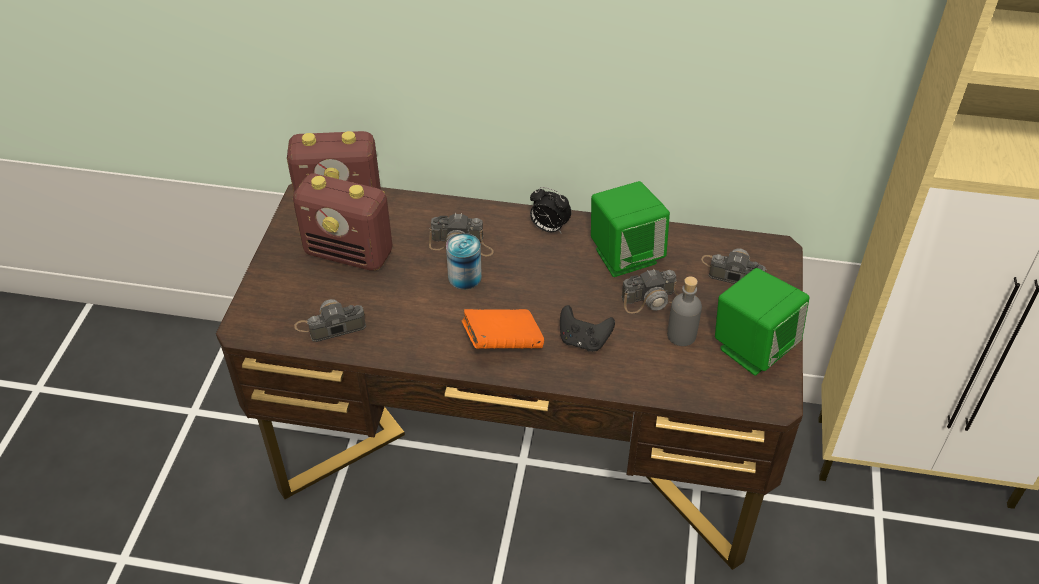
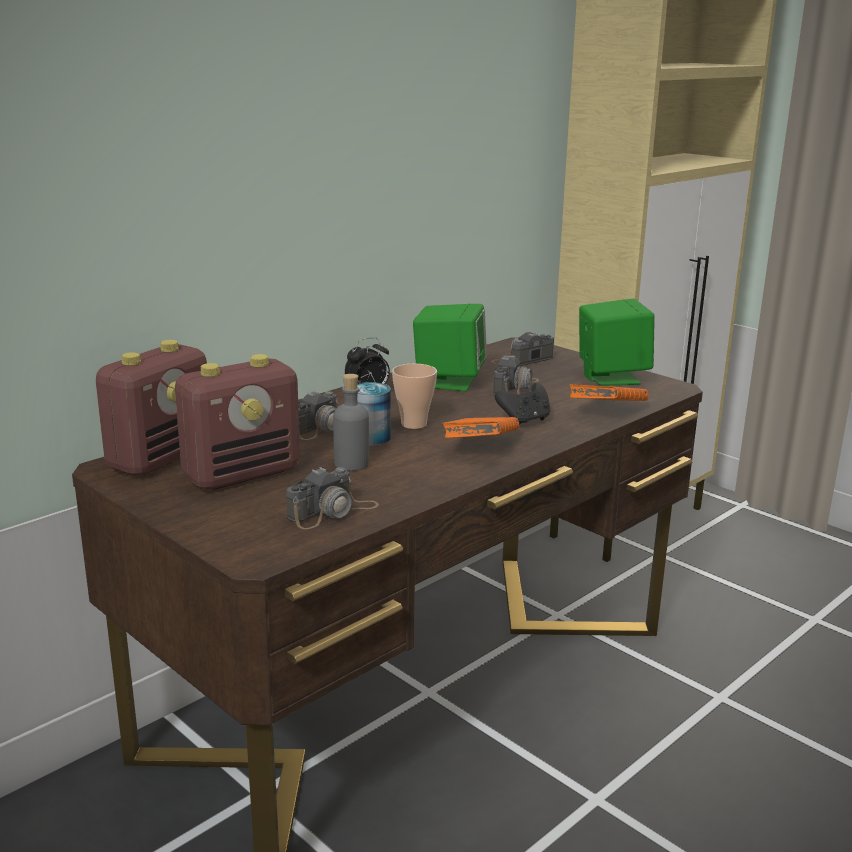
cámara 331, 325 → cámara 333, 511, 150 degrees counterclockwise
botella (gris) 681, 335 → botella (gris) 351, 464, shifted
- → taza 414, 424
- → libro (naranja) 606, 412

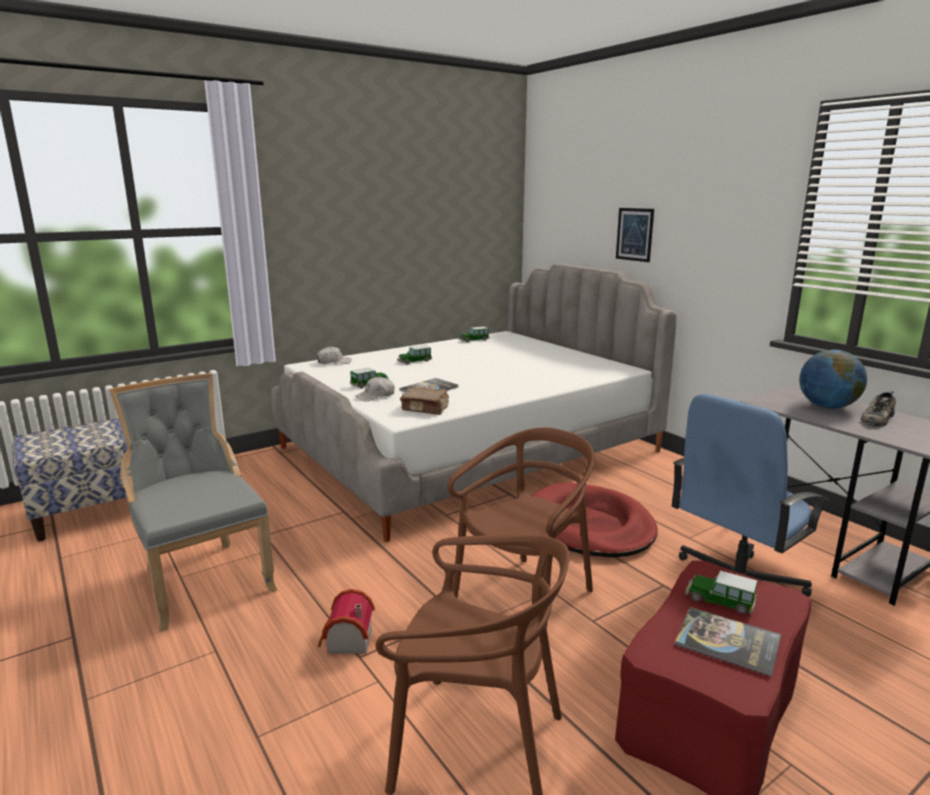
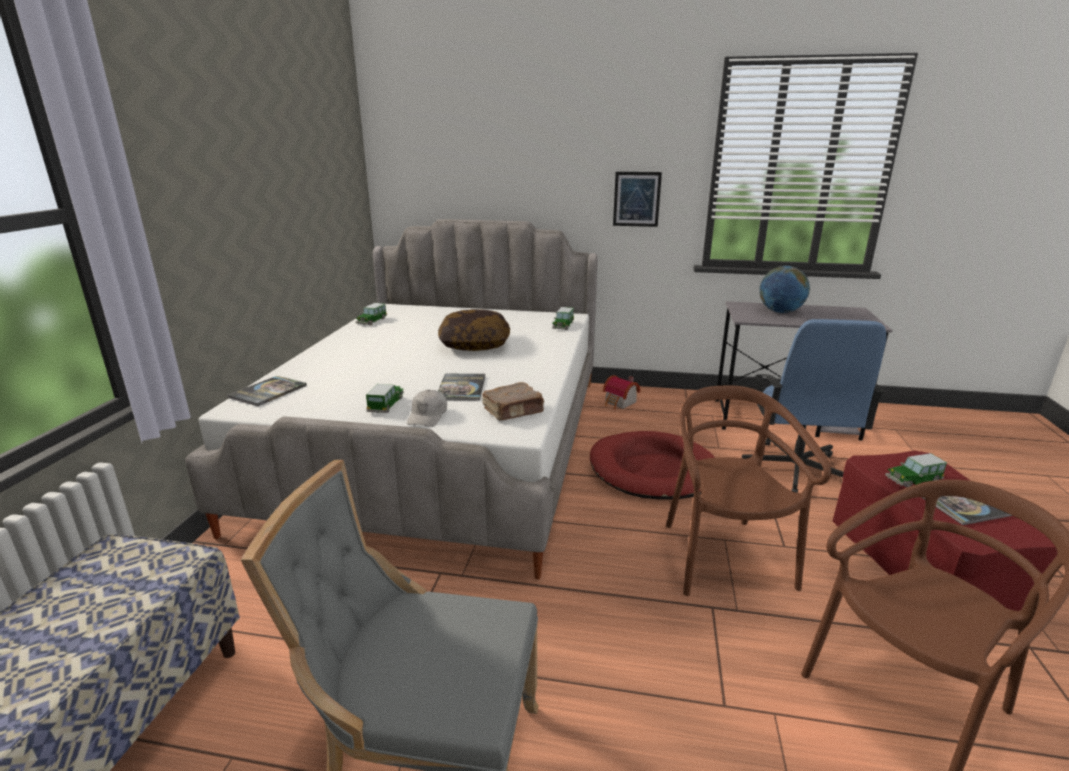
gorra (blanco) 334, 362 → libro 268, 392
casita 346, 641 → casita 620, 403, shifted
coche de juguete 414, 361 → coche de juguete 563, 326, shifted
cuadro 634, 234 → cuadro 636, 199, shifted
zapato 876, 418 → -
- → cojín 474, 344

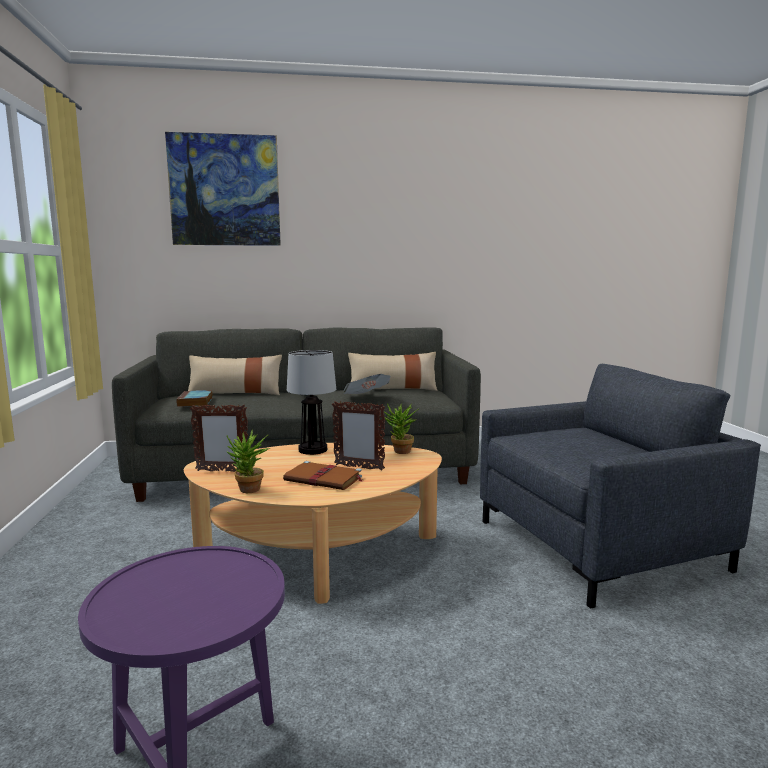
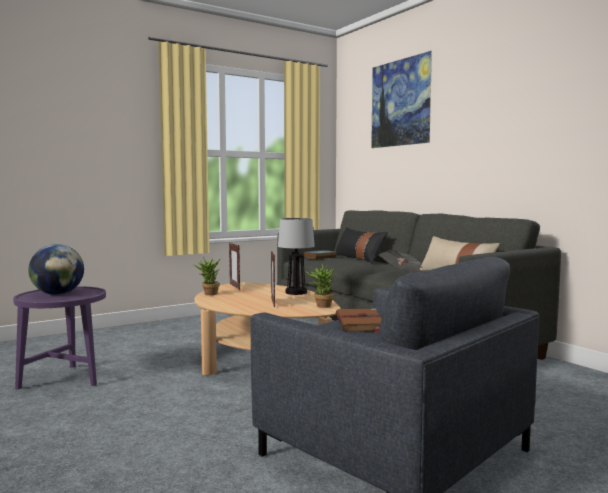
cojín (beis) 235, 393 → cojín (negro) 358, 259
libro (marrón) 324, 479 → libro (marrón) 360, 323, shifted
- → globo terráqueo 58, 294

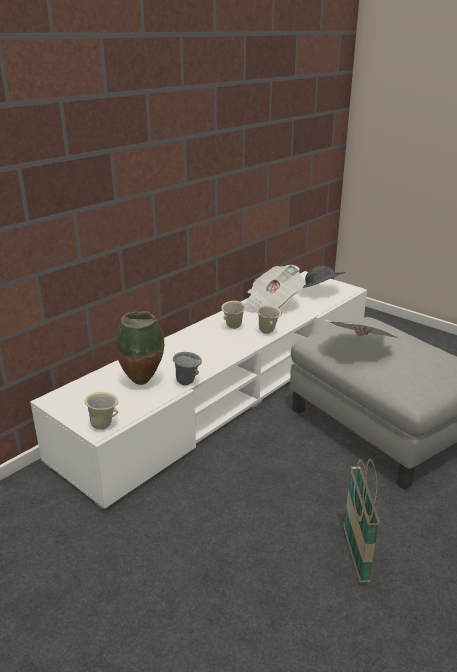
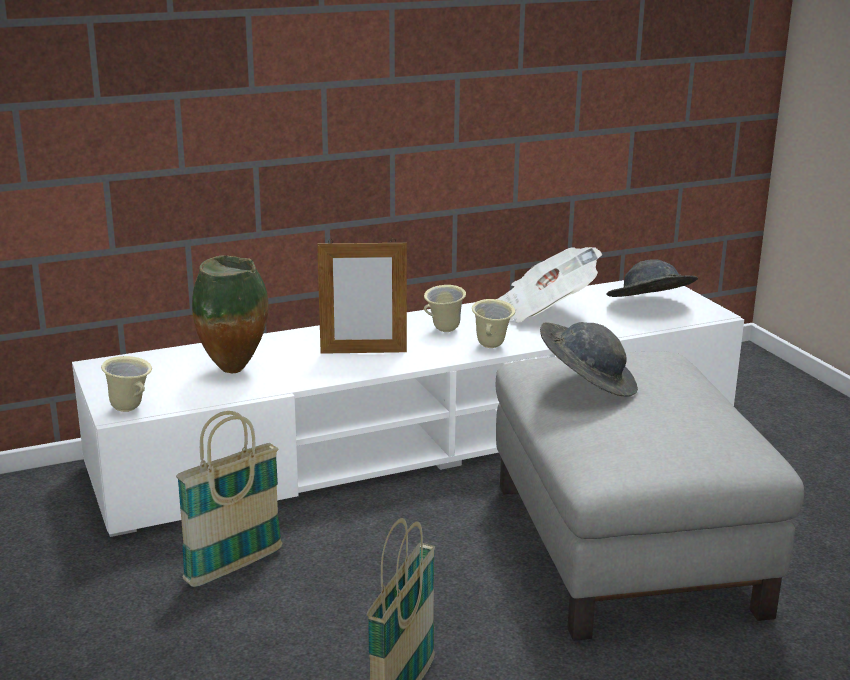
taza grande (gris) 188, 382 → -
periódico 360, 347 → sombrero (gris) 586, 384
- → cesta 234, 566
- → portarretratos 363, 352

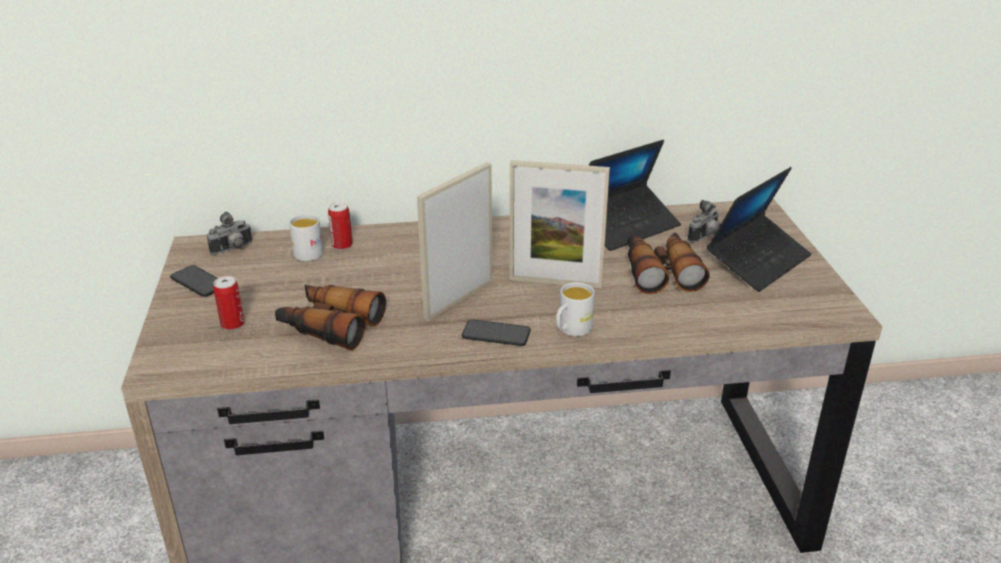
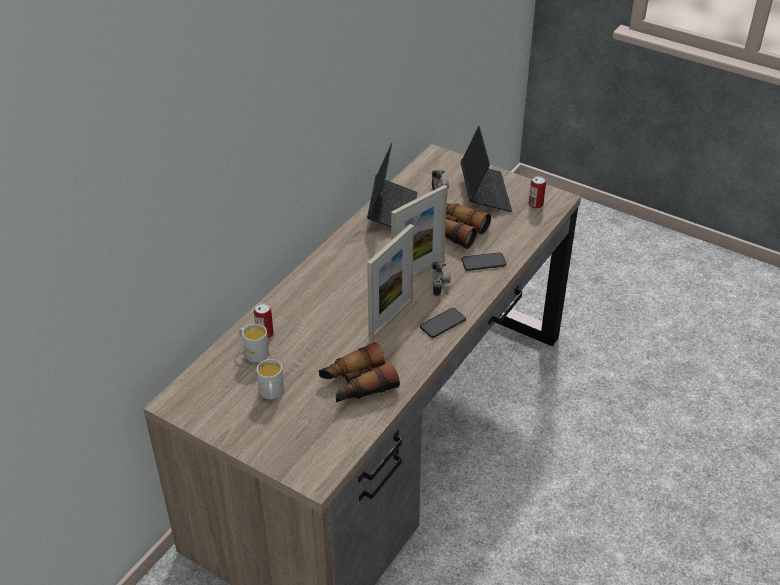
móvil 198, 282 → móvil 483, 262, shifted
cámara 233, 249 → cámara 440, 286, shifted
lata 232, 324 → lata 535, 205, shifted
portarretratos 459, 299 → portarretratos 391, 318, 135 degrees counterclockwise
taza grande (blanco) 571, 330 → taza grande (blanco) 271, 394, shifted

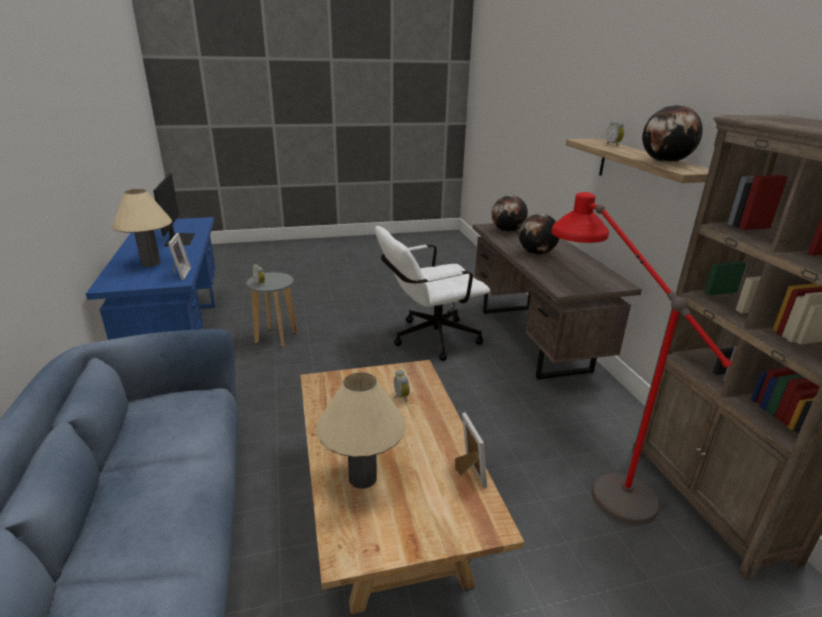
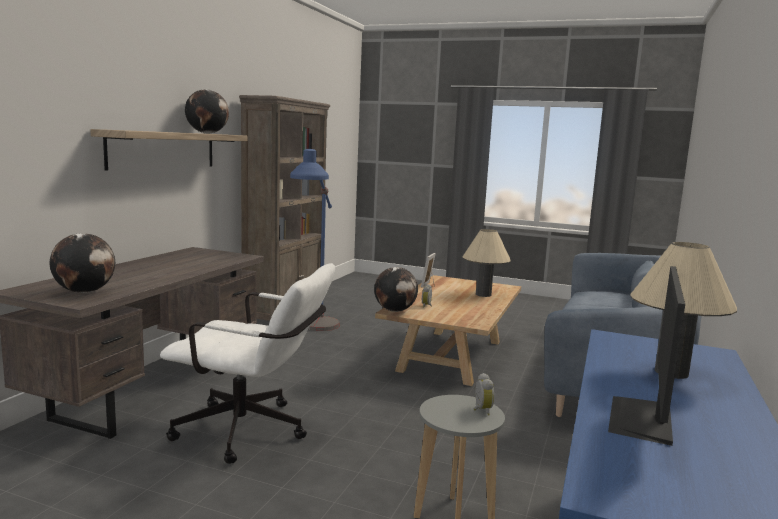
portarretratos 180, 274 → -
globo terráqueo 536, 253 → globo terráqueo 395, 310, shifted
lámpara de pie (rojo) 589, 471 → lámpara de pie (azul) 315, 333
despertador 614, 145 → -

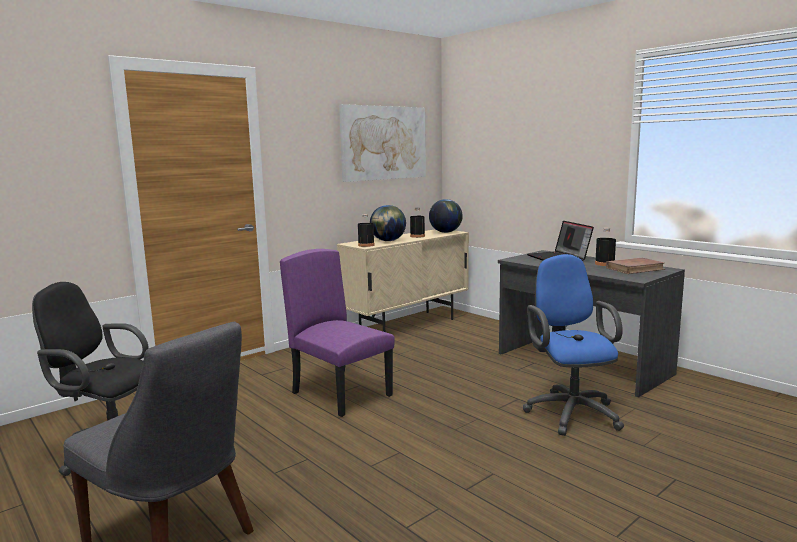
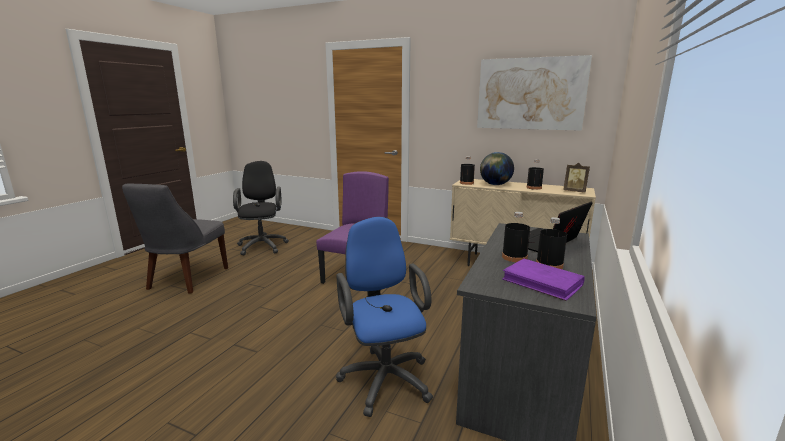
globo terráqueo 445, 232 → portarretratos 574, 191
silla de oficina (azul) 570, 411 → silla de oficina (azul) 384, 376, 75 degrees counterclockwise
libro (marrón) 635, 269 → libro (morado) 542, 282
- → botella (negro) 514, 257

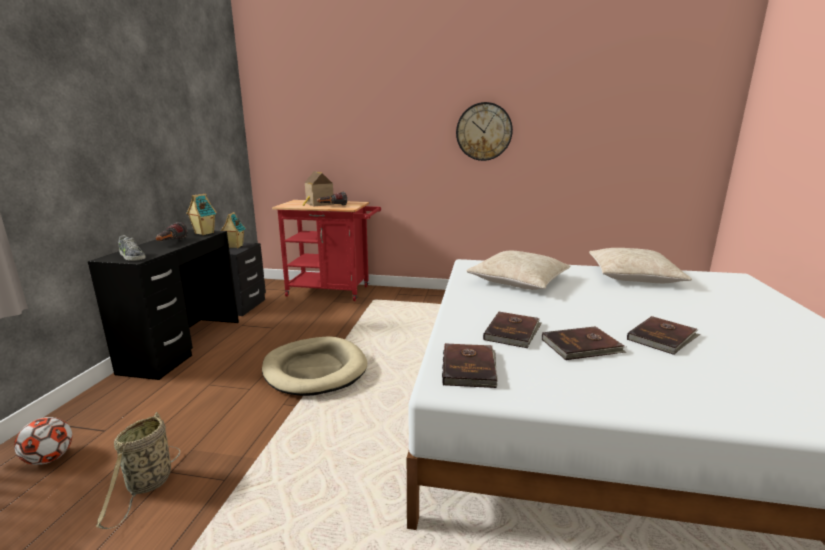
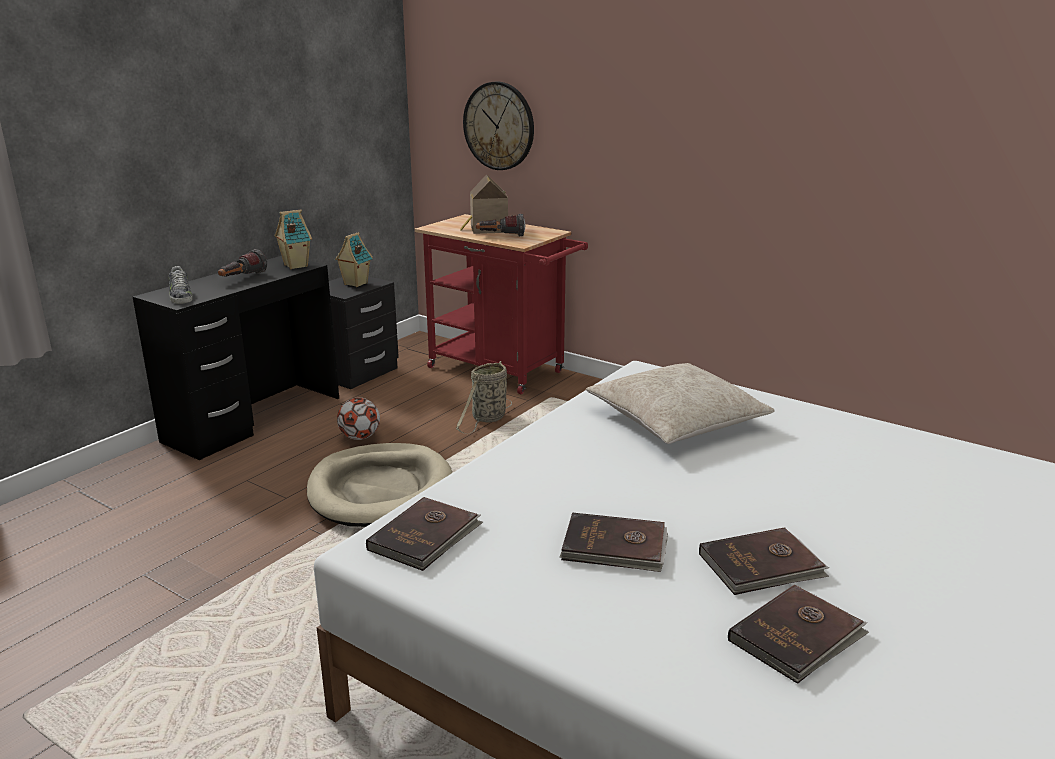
balón de fútbol 49, 458 → balón de fútbol 360, 437, shifted
cesta 148, 485 → cesta 487, 419, shifted
reloj de pared 484, 131 → reloj de pared 499, 126, shifted
libro (marrón) 513, 332 → libro (marrón) 797, 637, shifted
cojín (beis) 633, 276 → -

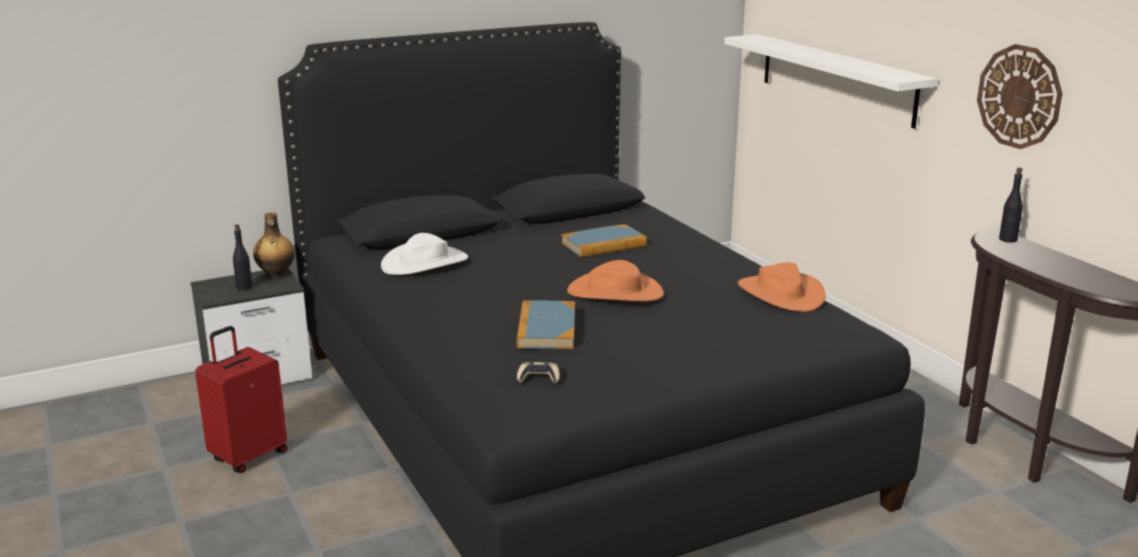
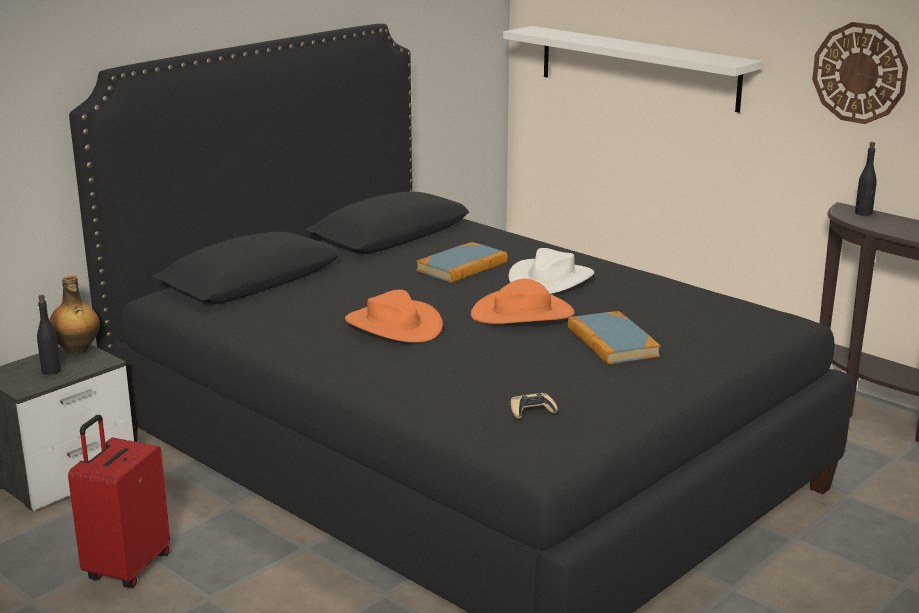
sombrero (blanco) 425, 263 → sombrero (blanco) 550, 280, shifted
libro 546, 329 → libro 612, 342, shifted
sombrero (naranja) 780, 294 → sombrero (naranja) 393, 325, shifted

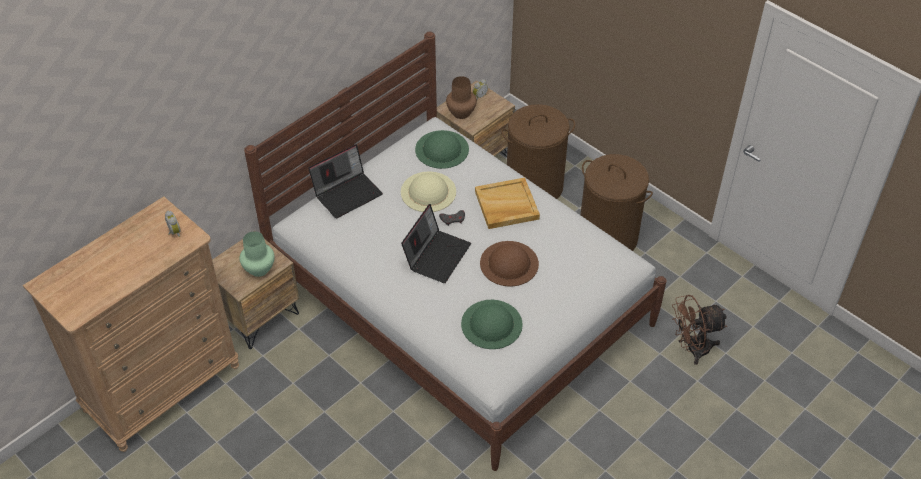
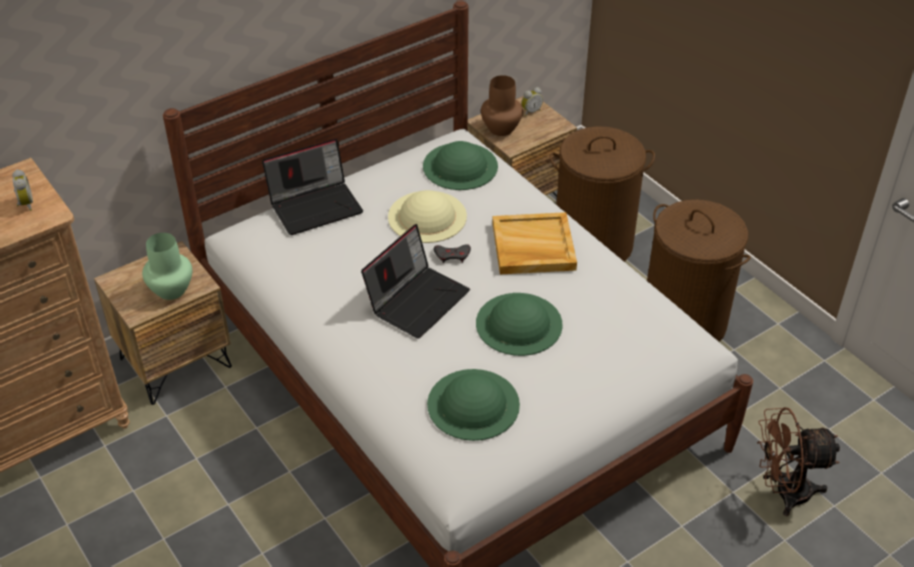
sombrero (marrón) 509, 263 → sombrero (verde) 519, 323

